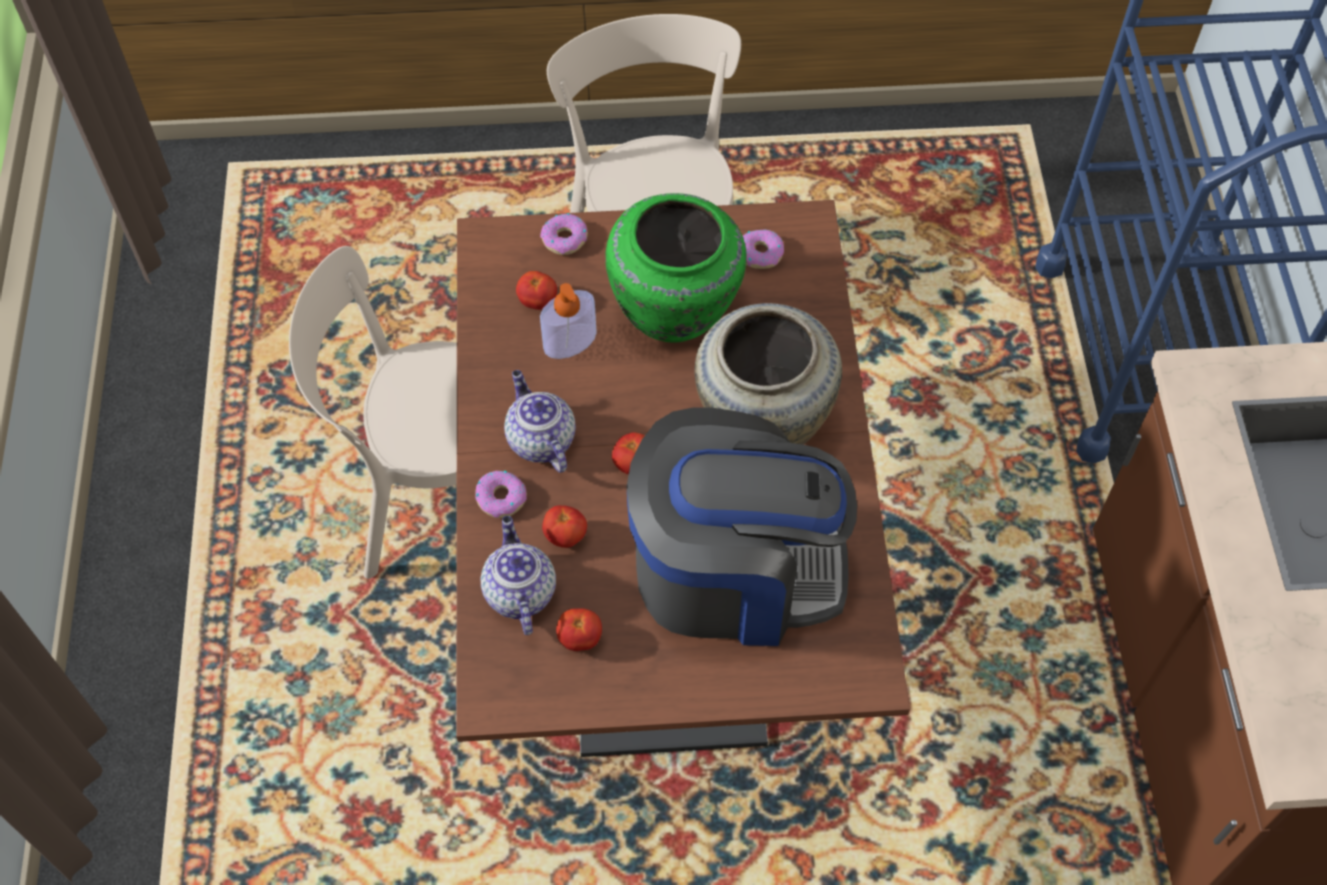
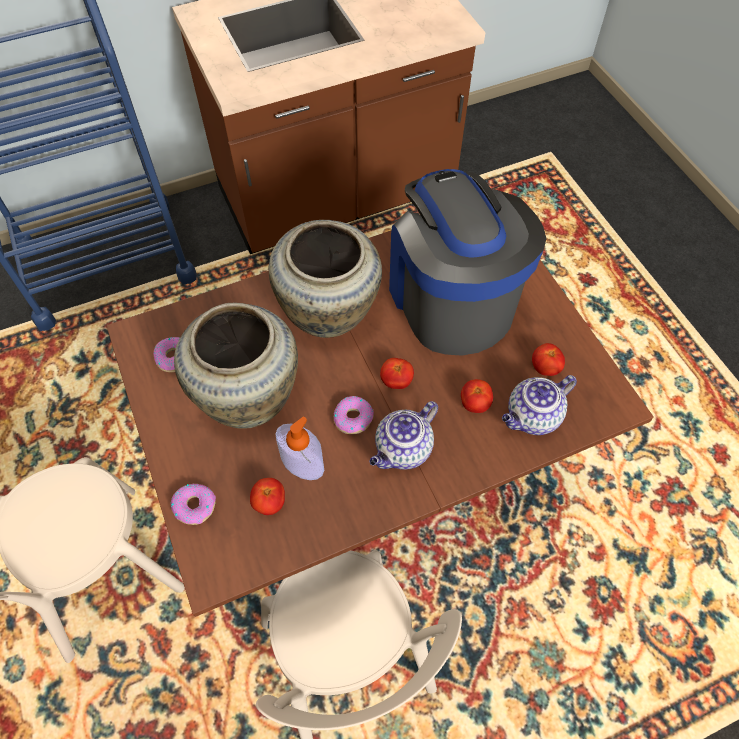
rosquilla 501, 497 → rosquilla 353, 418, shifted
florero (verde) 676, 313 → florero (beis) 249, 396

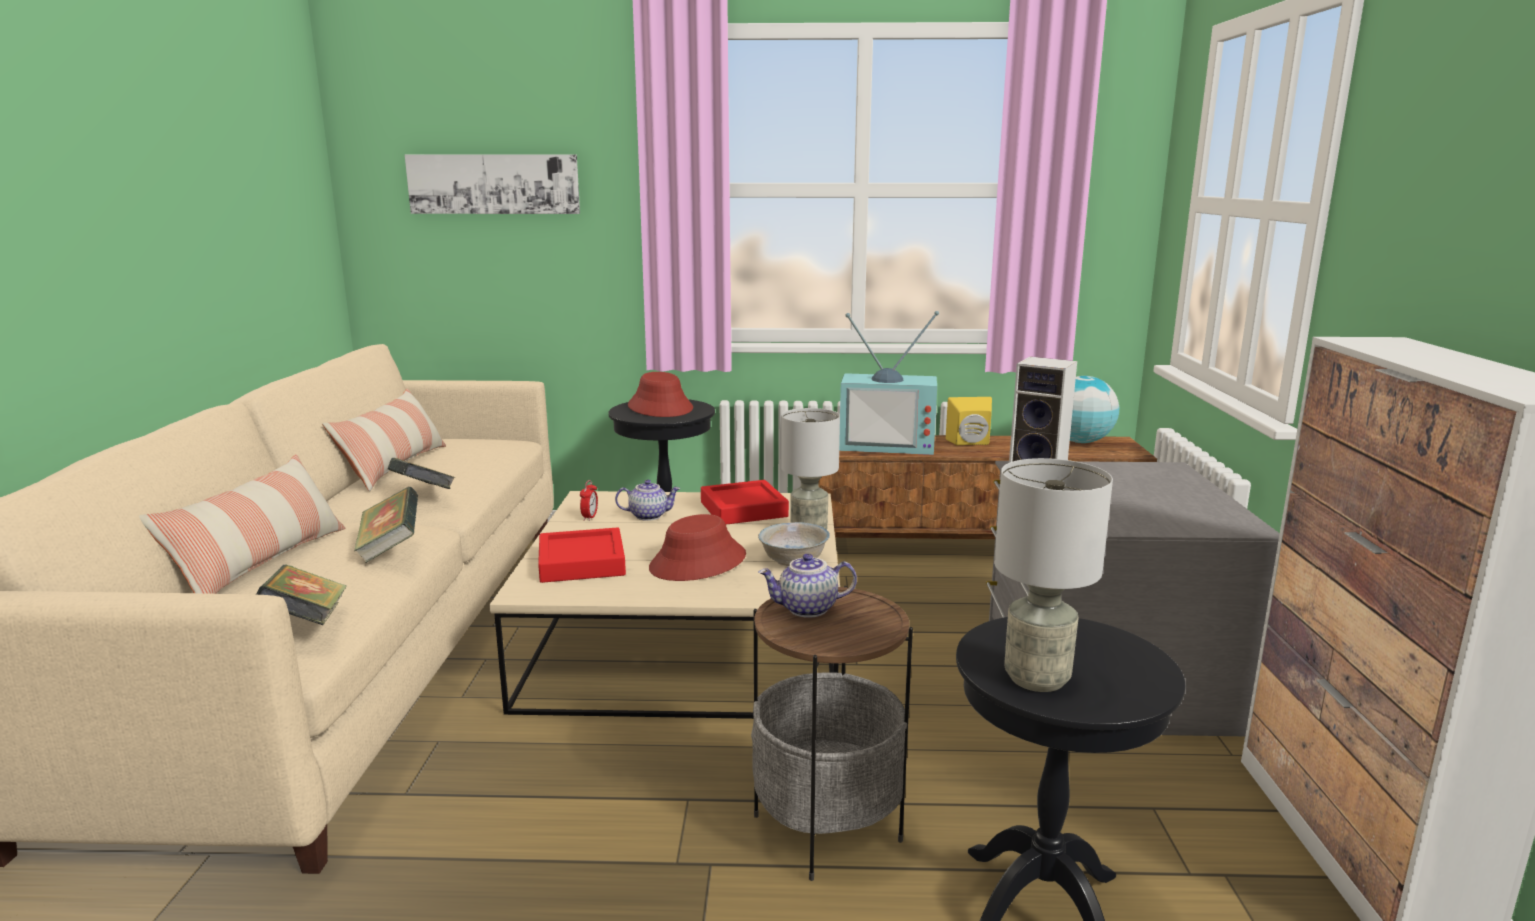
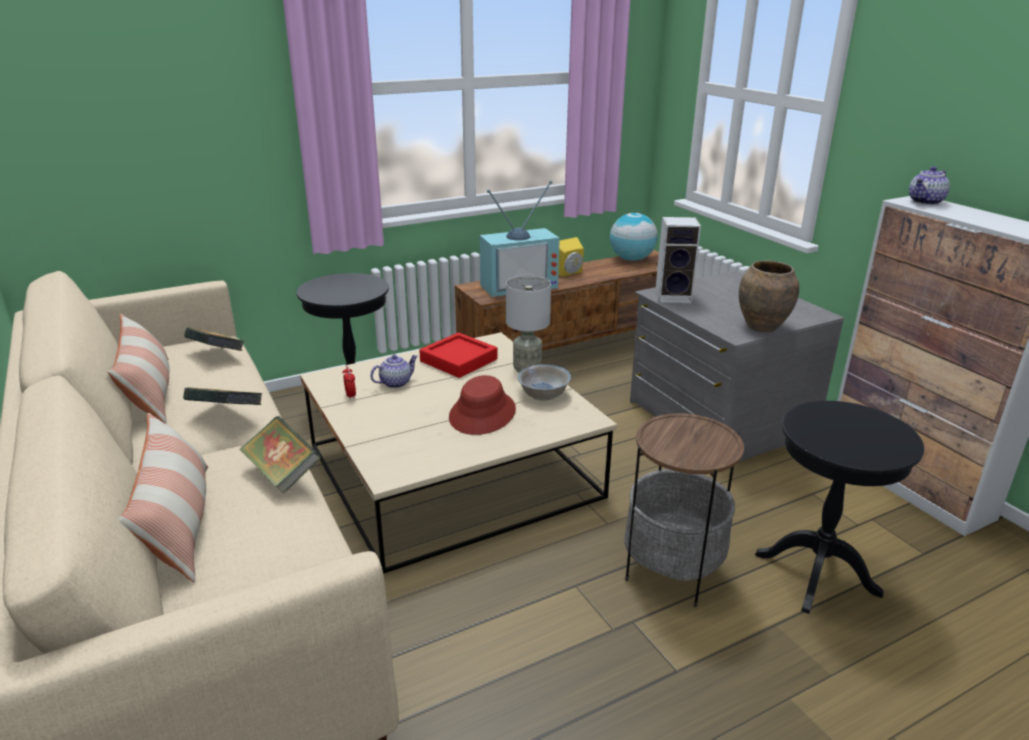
libro 307, 622 → libro 217, 355, shifted
cuadro 494, 184 → -
bandeja (rojo) 581, 563 → -
sombrero (rojo) 660, 407 → -
tetera 807, 609 → tetera 926, 202, shifted
lámpara de mesa (gris) 1037, 679 → -
- → florero (marrón) 762, 327

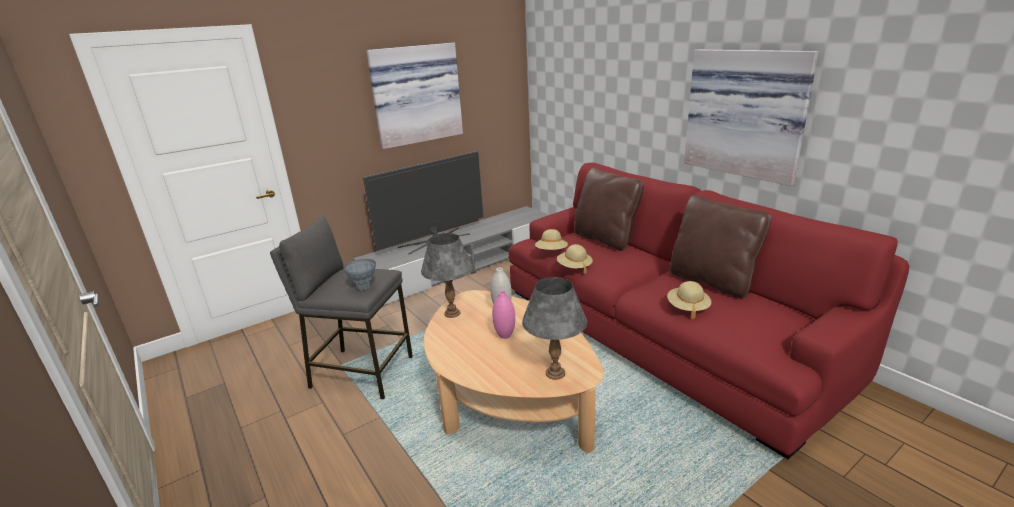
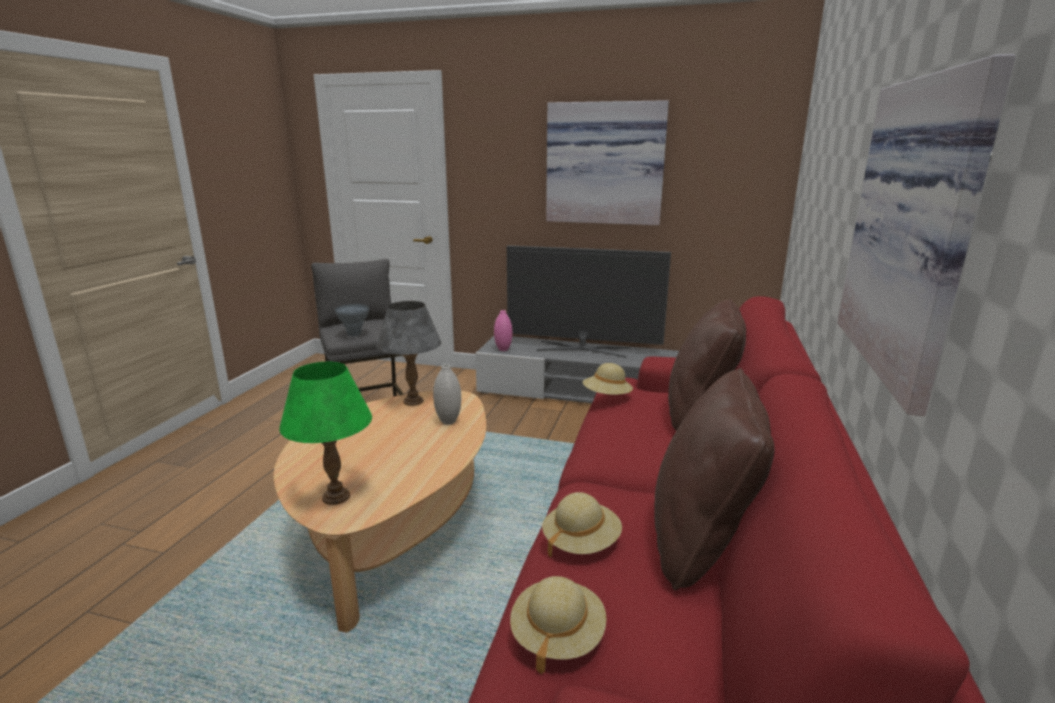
florero (rosa) 505, 335 → florero (rosa) 503, 349, shifted
lámpara de mesa (gris) 555, 373 → lámpara de mesa (verde) 336, 497
sombrero (beis) 574, 267 → sombrero (beis) 557, 636, shifted

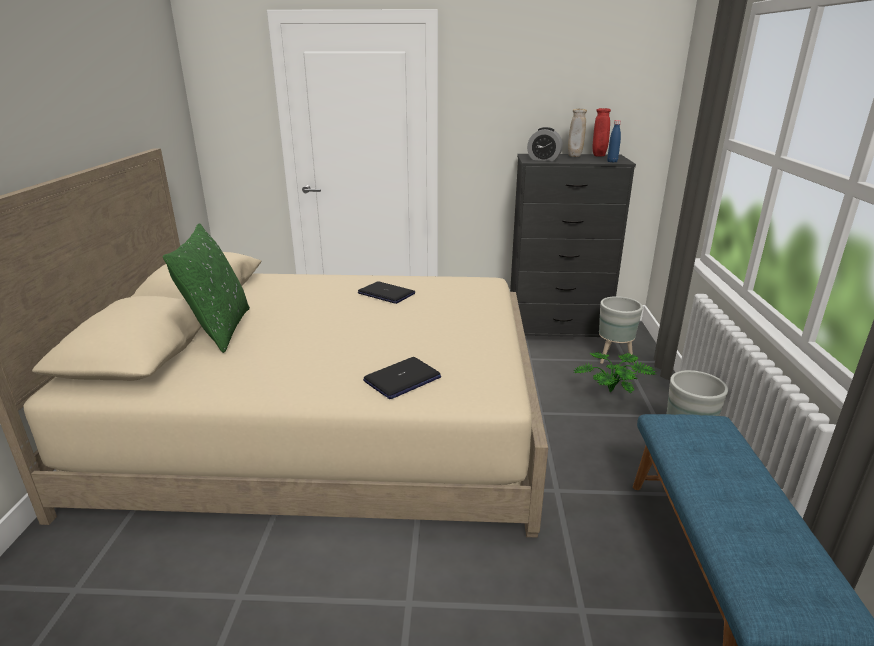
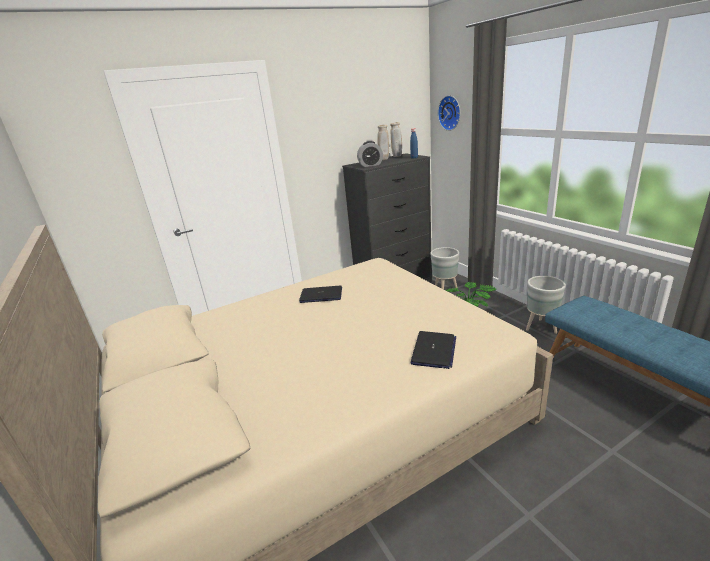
cojín (verde) 219, 330 → -
florero (rojo) 598, 156 → florero (beis) 397, 156
- → reloj de pared 450, 113

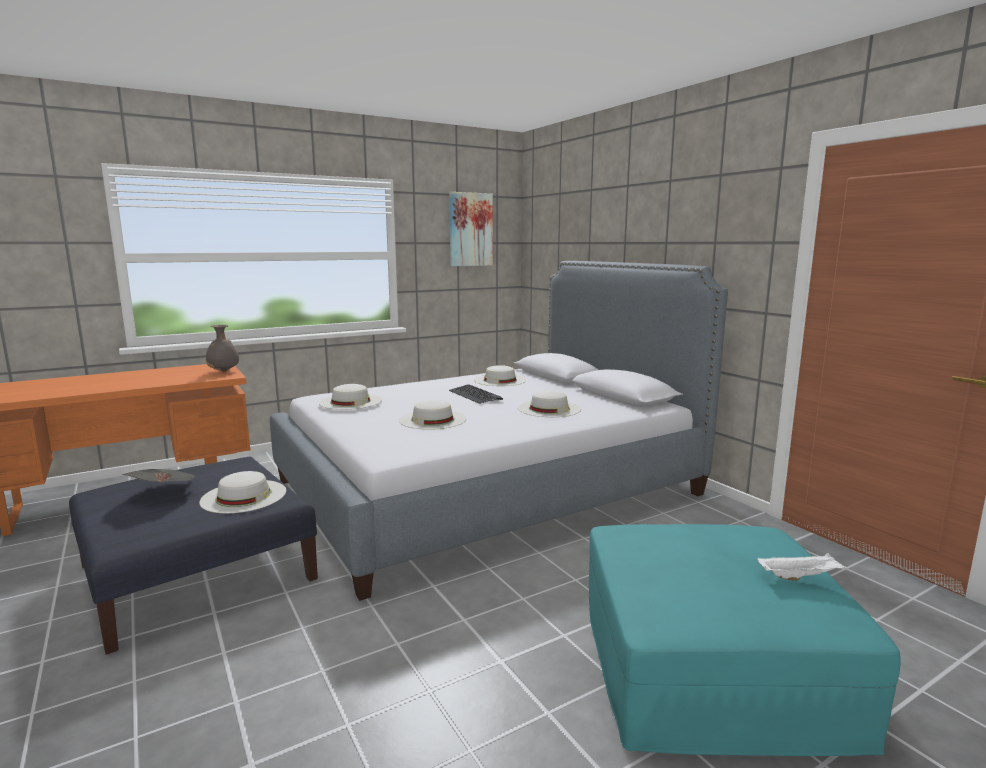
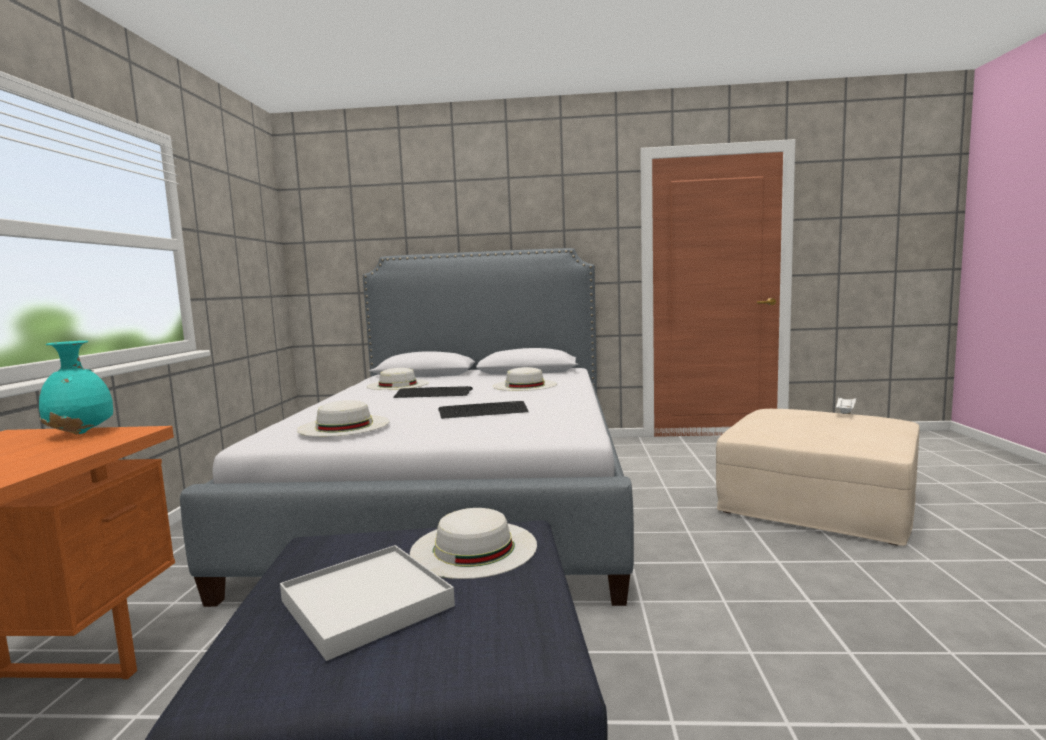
periódico 165, 492 → bandeja (blanco) 366, 603
florero (gris) 224, 371 → florero (turquesa) 82, 433
sombrero (blanco) 432, 419 → teclado 483, 411
cuadro 470, 229 → -
puf (turquesa) 712, 668 → puf (beis) 818, 501

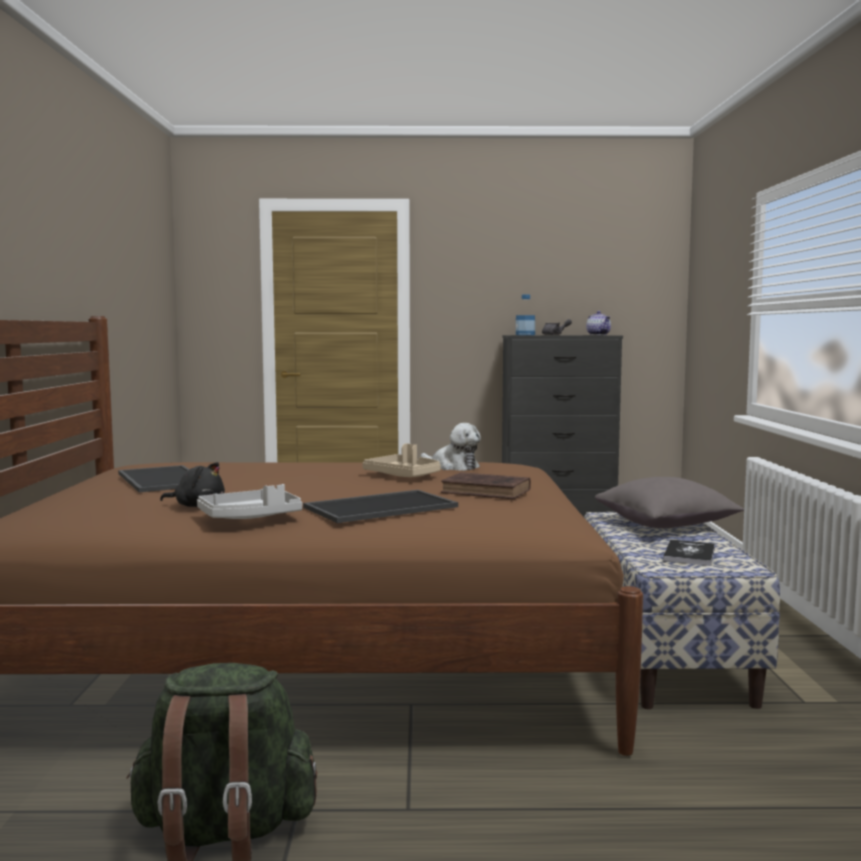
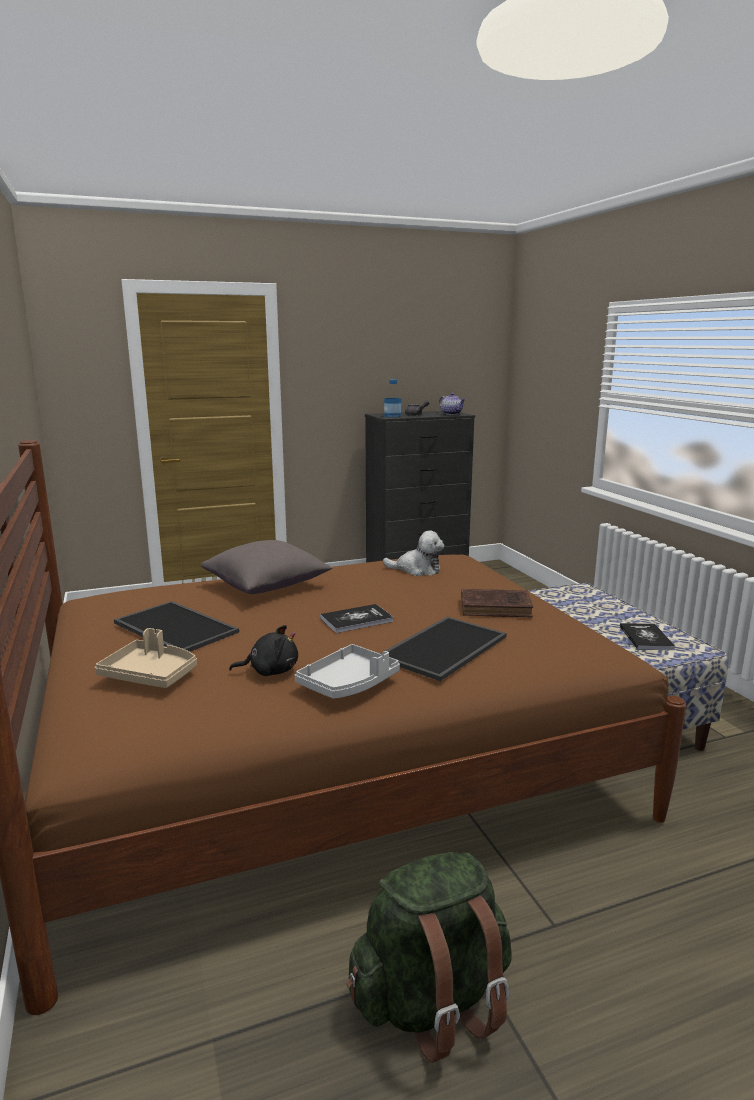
bandeja (beis) 404, 476 → bandeja (beis) 151, 675, shifted
cojín (gris) 666, 525 → cojín (gris) 267, 586, shifted
- → libro 356, 620

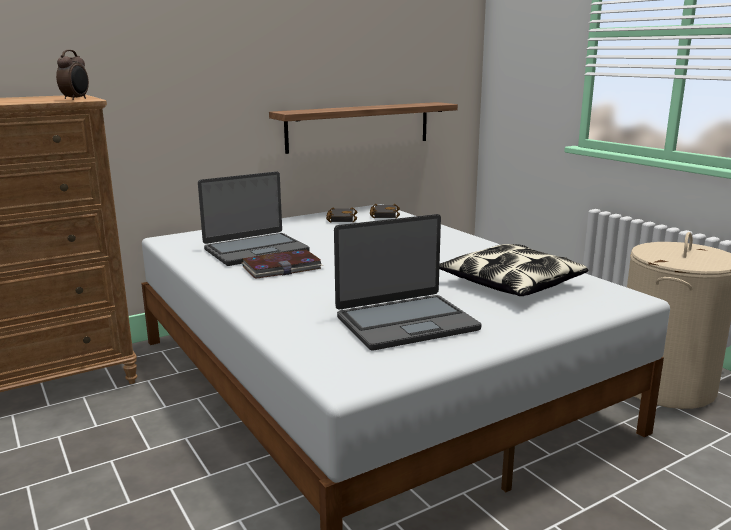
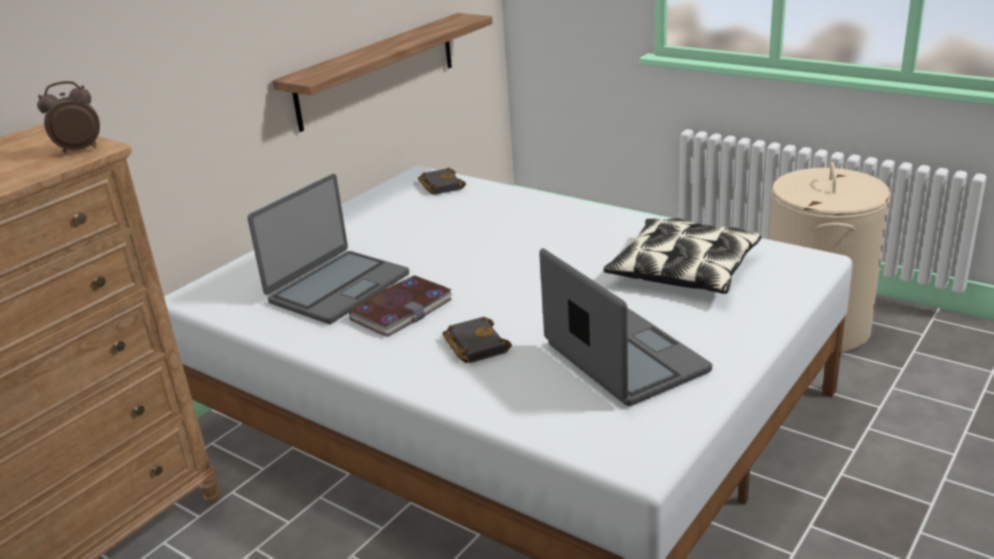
despertador 76, 99 → despertador 79, 150, 105 degrees counterclockwise
libro (negro) 340, 218 → libro (negro) 473, 345, shifted
portátil 405, 323 → portátil 624, 359, 75 degrees counterclockwise

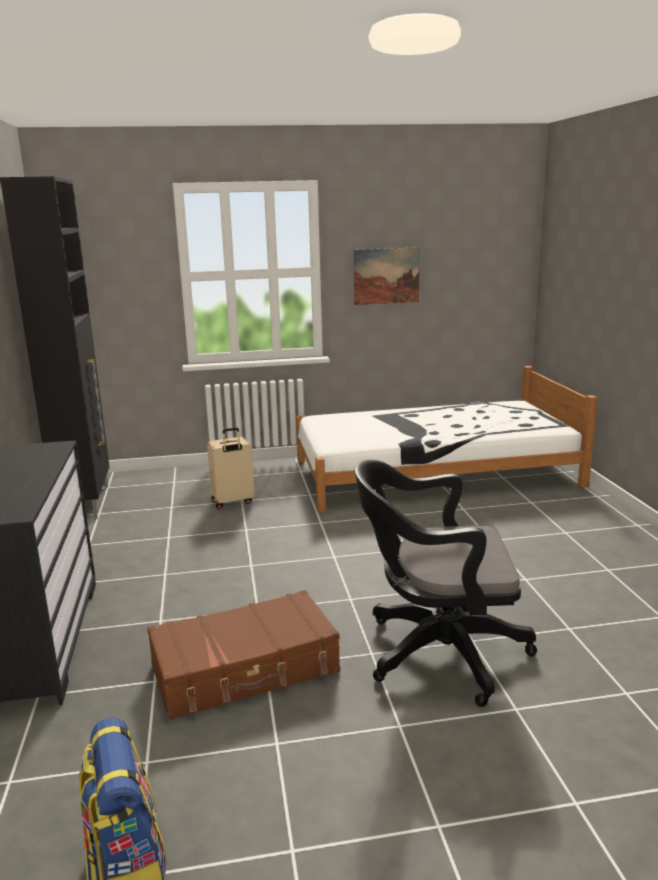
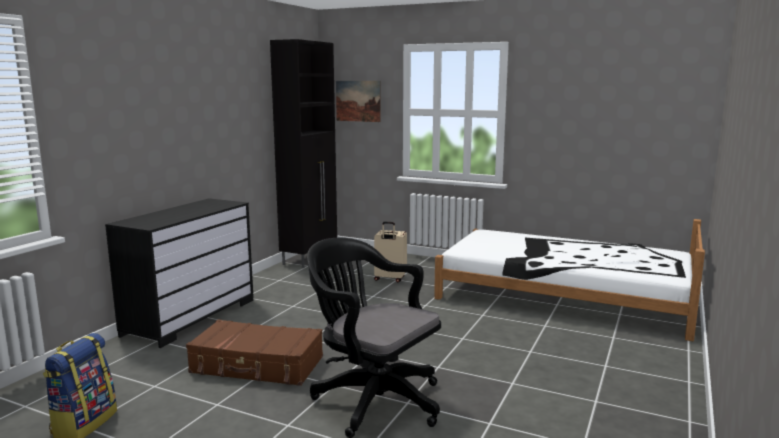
cuadro 386, 276 → cuadro 358, 101, shifted

